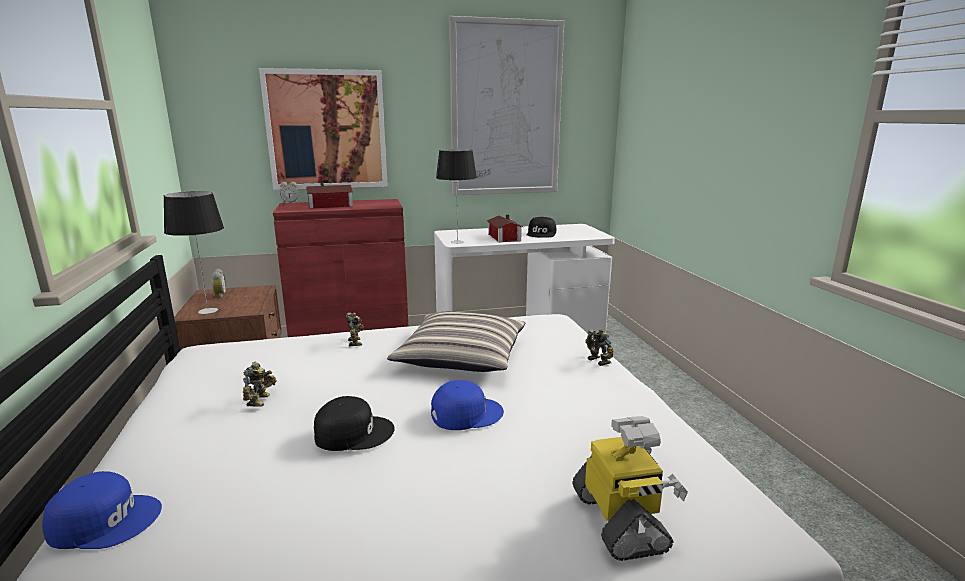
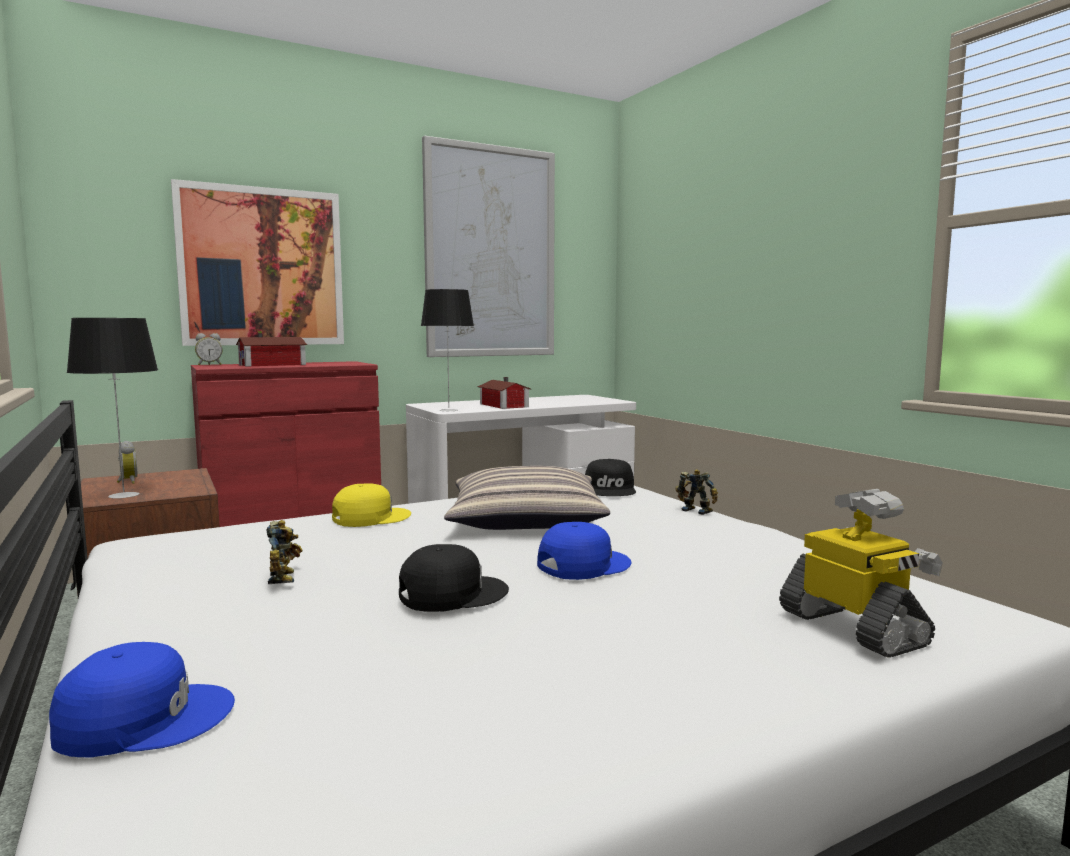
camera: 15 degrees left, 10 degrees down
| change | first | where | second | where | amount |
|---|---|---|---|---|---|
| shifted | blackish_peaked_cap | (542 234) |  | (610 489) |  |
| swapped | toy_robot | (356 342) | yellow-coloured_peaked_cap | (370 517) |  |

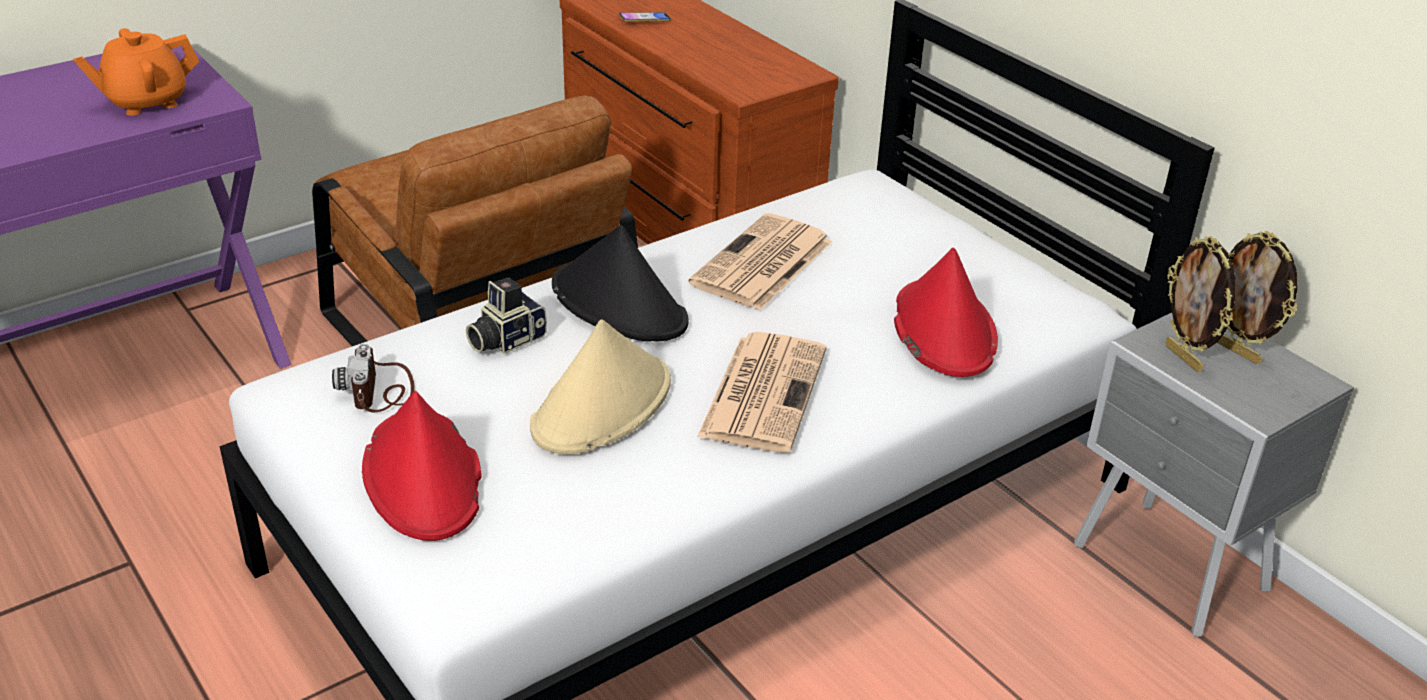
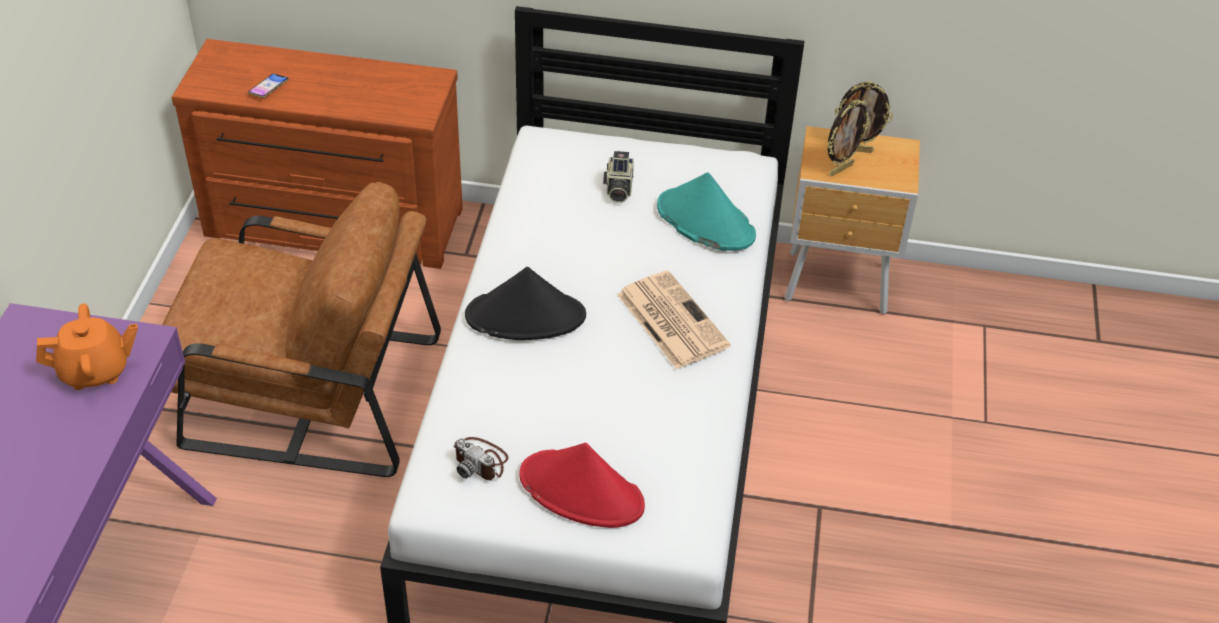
camera: 45 degrees left, 10 degrees up
| change | first | where | second | where | amount |
|---|---|---|---|---|---|
| rotated | orange-coloured_tea_pot | (146 101) |  | (95 371) | 120 degrees counterclockwise |
| gone | newspaper | (762 264) |  |  |  |
| rotated | standing_frame | (1184 358) |  | (840 169) | 60 degrees counterclockwise |
| repainted | reddish_clothing_hat | (943 329) | turquoise-coloured_clothing_hat | (705 221) |  |
| shifted | still_camera | (505 339) |  | (618 189) |  |
| repainted | grey_bedside_table | (1171 572) | brown_bedside_table | (839 285) |  |
| gone | beige-coloured_clothing_hat | (602 405) |  |  |  |

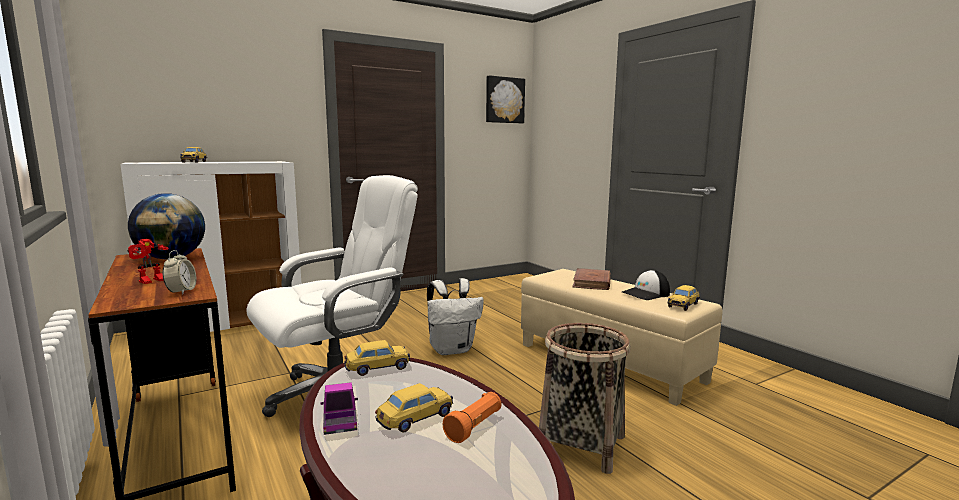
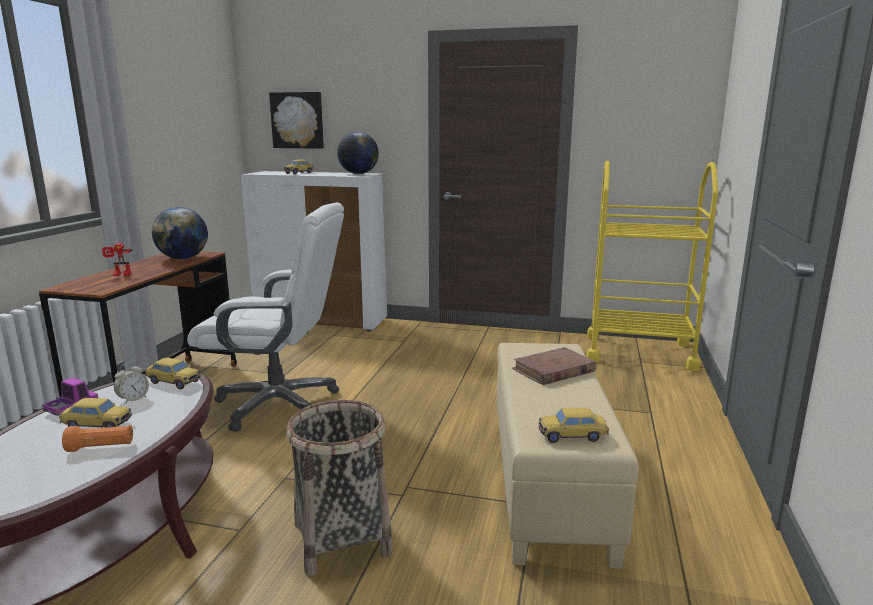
camera: 45 degrees right, 5 degrees up
| change | first | where | second | where | amount |
|---|---|---|---|---|---|
| shifted | picture | (504 100) |  | (298 120) |  |
| shifted | table_clock | (181 291) |  | (133 399) |  |
| gone | peaked_cap | (646 294) |  |  |  |
| gone | white-coloured_knapsack | (452 349) |  |  |  |
| new |  |  | world_globe | (358 174) |  |
| new |  |  | yellow-coloured_wheeled_cart | (639 352) |  |

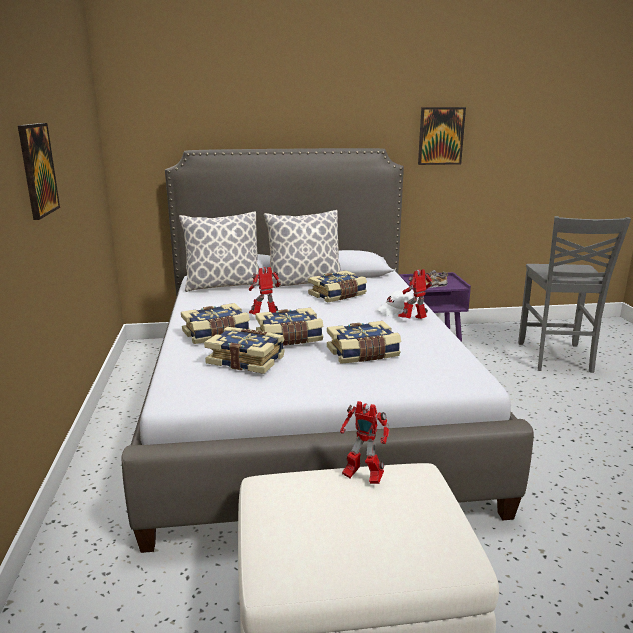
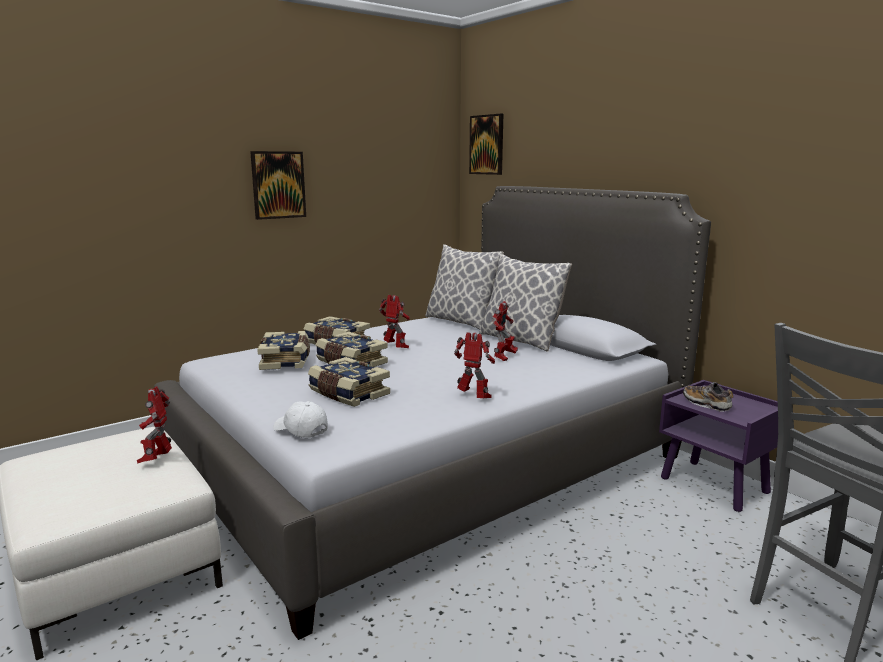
camera: 60 degrees right, 5 degrees down
| change | first | where | second | where | amount |
|---|---|---|---|---|---|
| shifted | picture | (441 136) |  | (487 145) |  |
| swapped | bound_book | (338 295) | toy_robot | (504 357) |  |
| shifted | white-coloured_peaked_cap | (396 311) |  | (300 430) |  |

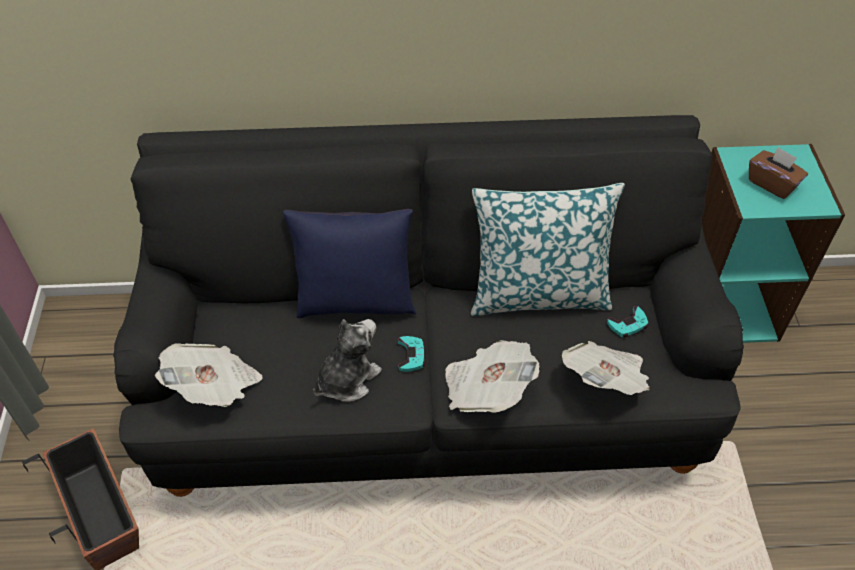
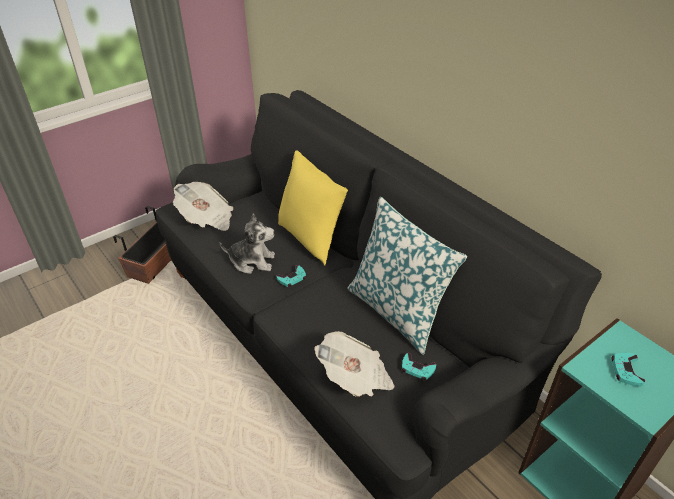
camera: 55 degrees right, 10 degrees down
| change | first | where | second | where | amount |
|---|---|---|---|---|---|
| swapped | brown_box_of_tissues | (772 183) | turquoise-coloured_game_controller | (626 371) |  |
| repainted | bluish_throw_pillow | (355 301) | yellow-coloured_throw_pillow | (311 238) |  |
| gone | newspaper | (486 389) |  |  |  |

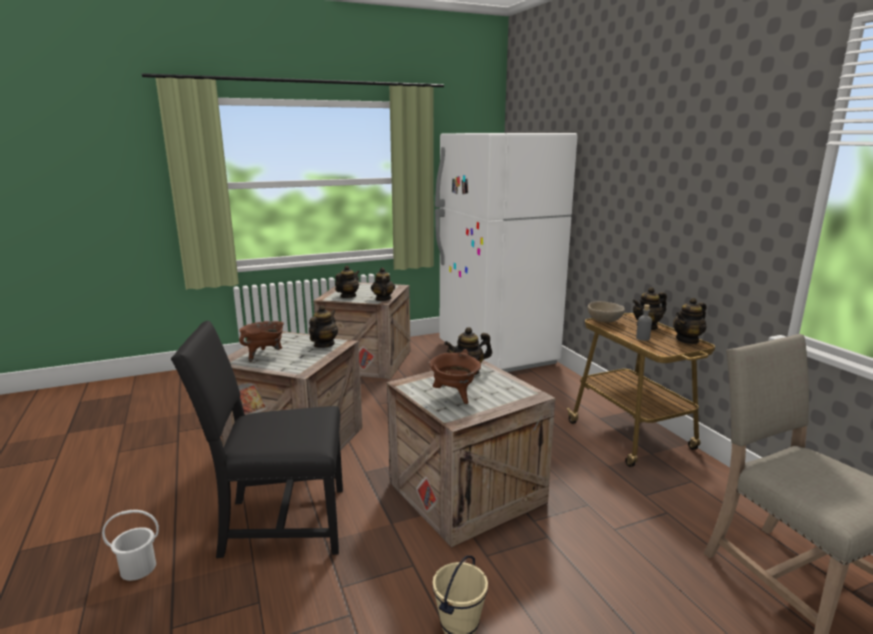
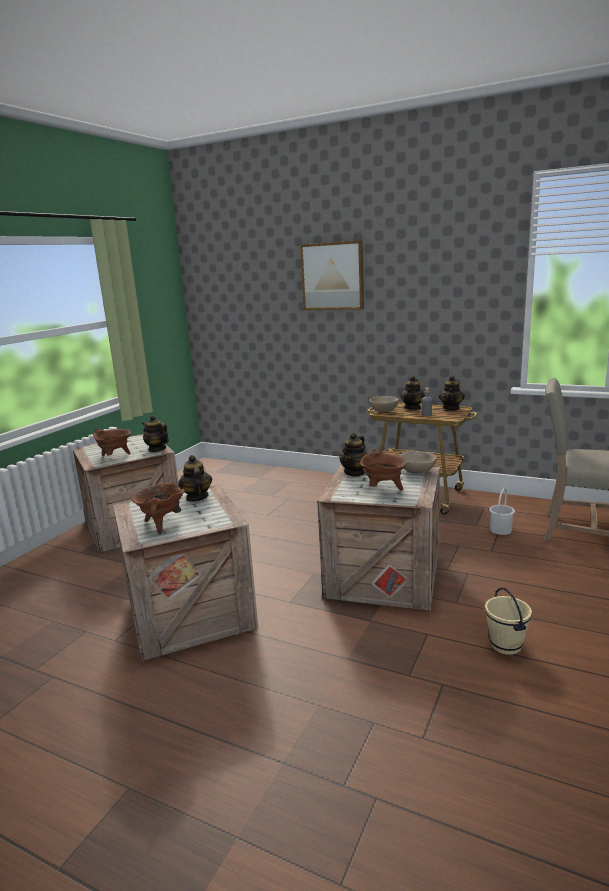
camera: 40 degrees left, 0 degrees up
| change | first | where | second | where | amount |
|---|---|---|---|---|---|
| gone | white-coloured_fridge | (497 353) |  |  |  |
| swapped | tea_pot | (348 296) | brown_saucepot | (115 457) |  |
| gone | blackish_upright_chair | (279 523) |  |  |  |
| shifted | white-coloured_bucket | (138 568) |  | (501 530) |  |
| new |  |  | picture | (332 276) |  |
| new |  |  | beige-coloured_serving_bowl | (417 472) |  |

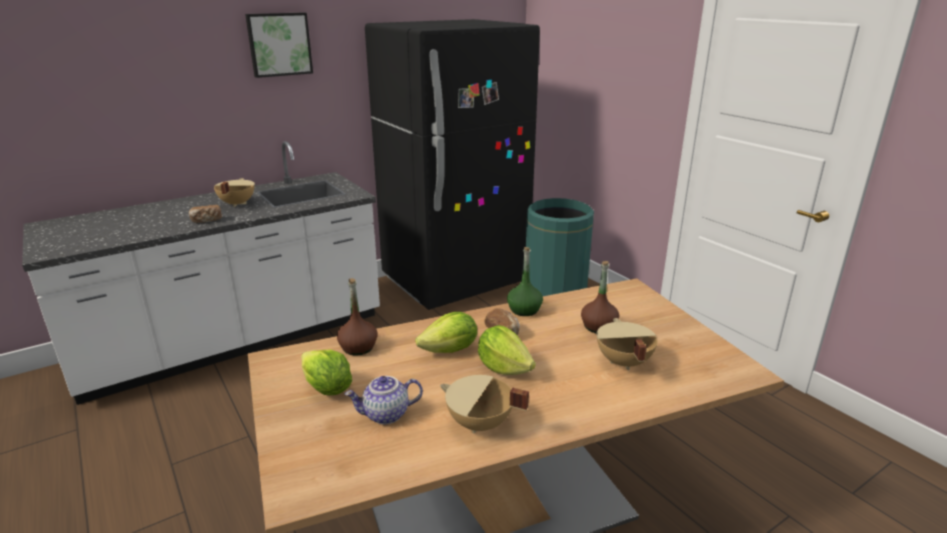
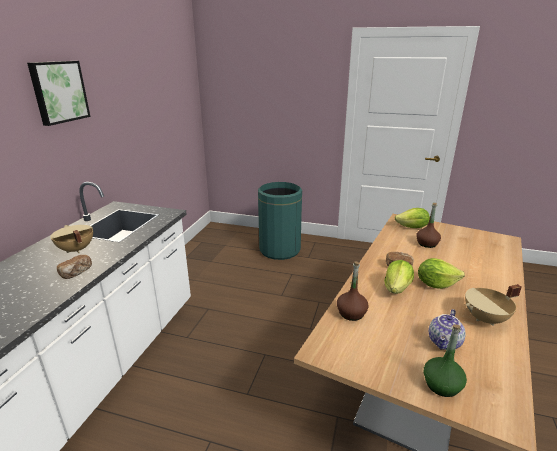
camera: 40 degrees left, 0 degrees up
| change | first | where | second | where | amount |
|---|---|---|---|---|---|
| gone | blackish_fridge | (455 281) |  |  |  |
| shifted | green_drink_bottle | (524 310) |  | (441 385) |  |
| gone | beige-coloured_saucepot | (622 362) |  |  |  |
| shifted | head_of_lettuce | (327 389) |  | (412 227) |  |

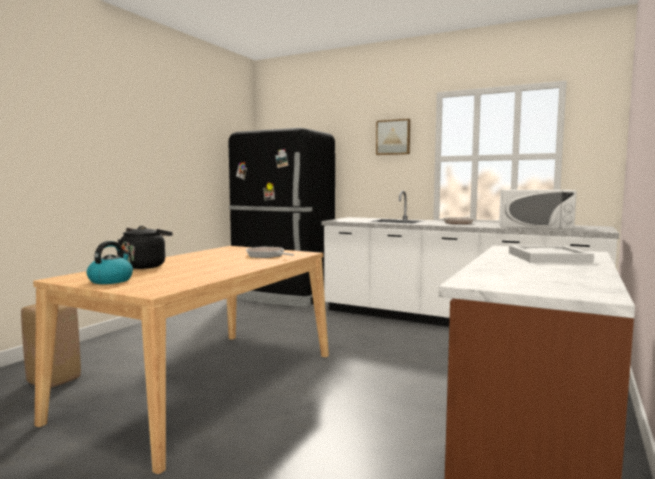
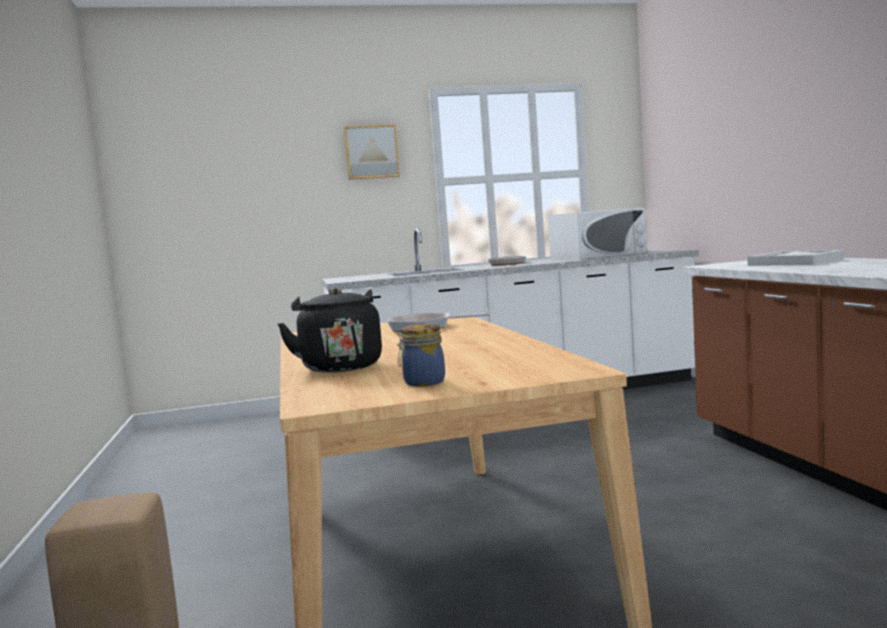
camera: 40 degrees left, 0 degrees up
| change | first | where | second | where | amount |
|---|---|---|---|---|---|
| gone | blackish_fridge | (282 296) |  |  |  |
| swapped | kettle | (111 280) | preserve_jar | (422 383) |  |

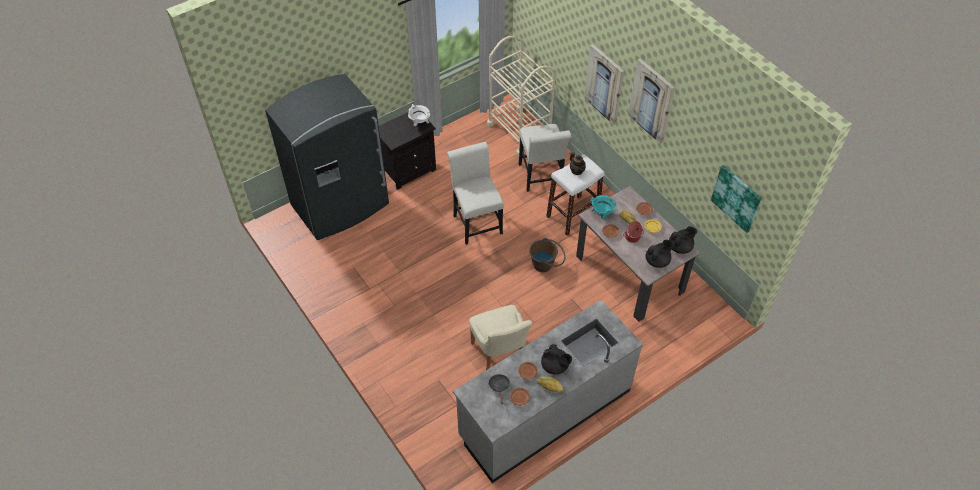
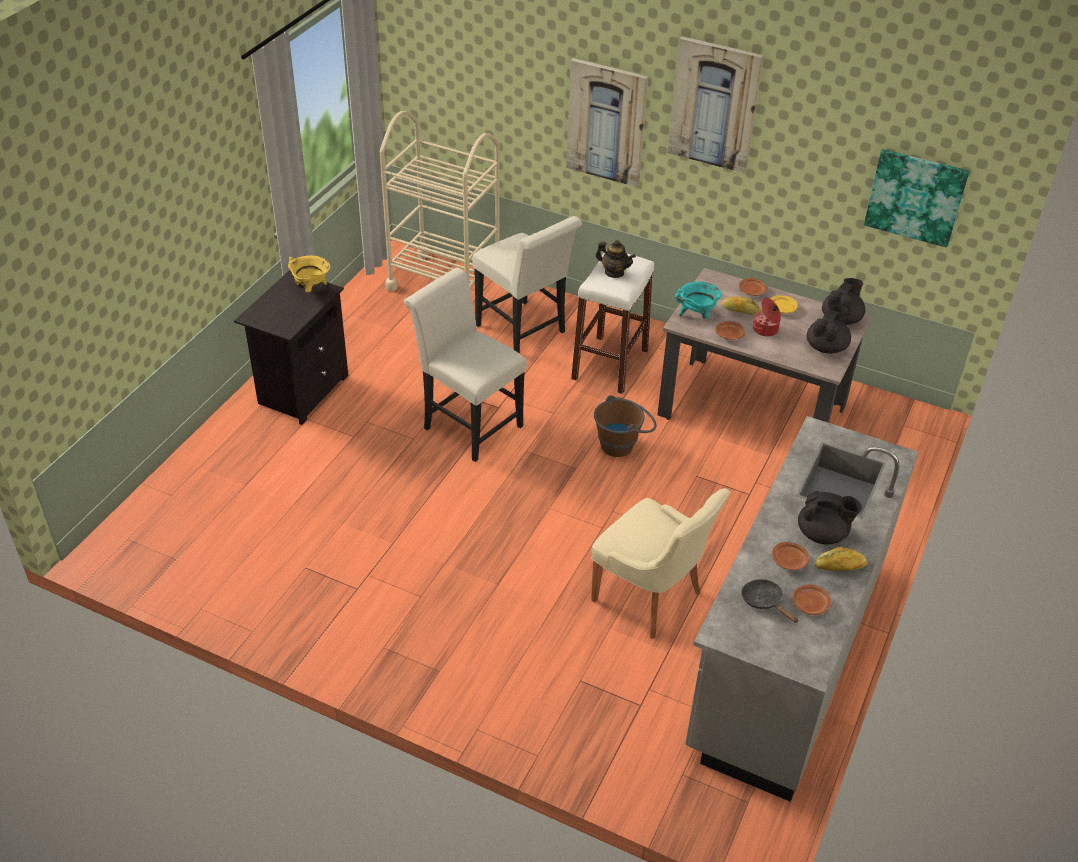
camera: 30 degrees left, 10 degrees down
| change | first | where | second | where | amount |
|---|---|---|---|---|---|
| gone | grey_fridge | (341 206) |  |  |  |
| repainted | white-coloured_saucepot | (419 123) | yellow-coloured_saucepot | (311 288) |  |

